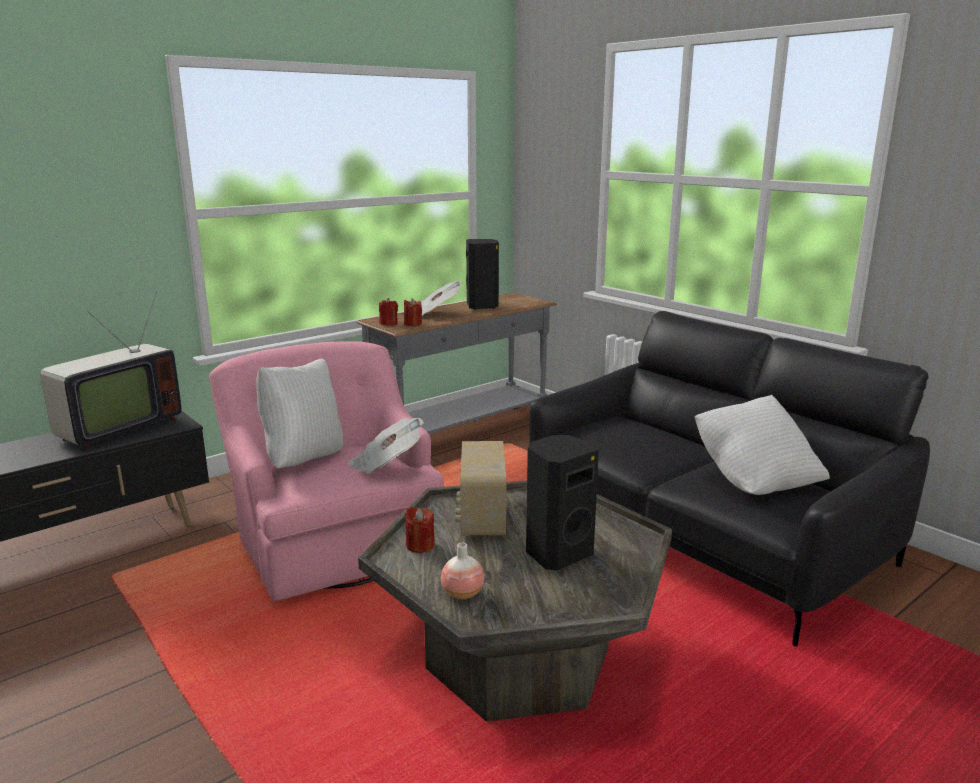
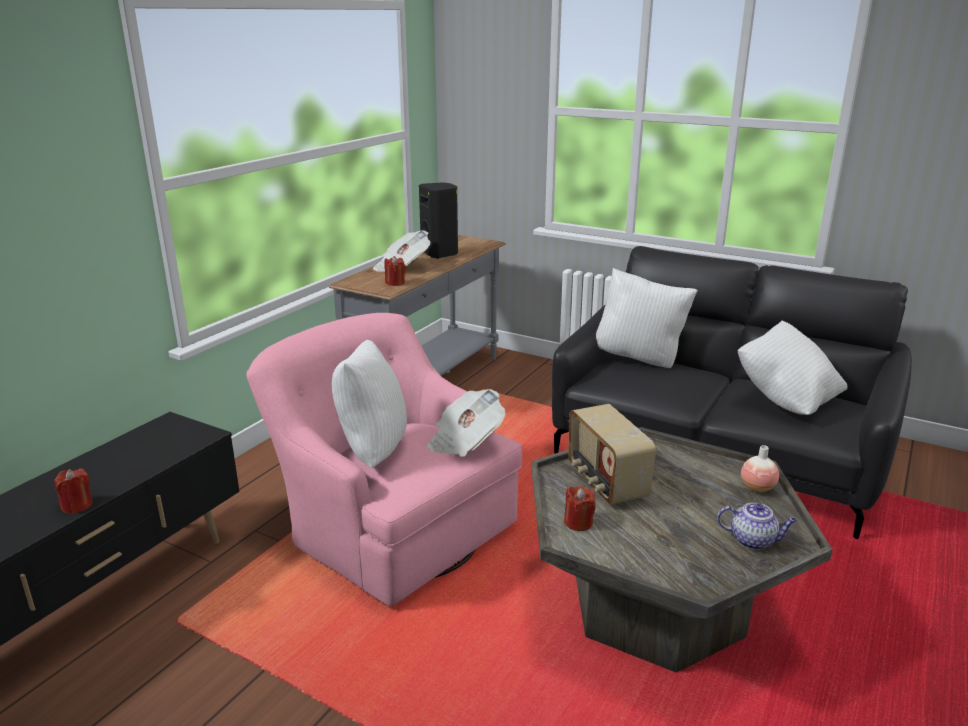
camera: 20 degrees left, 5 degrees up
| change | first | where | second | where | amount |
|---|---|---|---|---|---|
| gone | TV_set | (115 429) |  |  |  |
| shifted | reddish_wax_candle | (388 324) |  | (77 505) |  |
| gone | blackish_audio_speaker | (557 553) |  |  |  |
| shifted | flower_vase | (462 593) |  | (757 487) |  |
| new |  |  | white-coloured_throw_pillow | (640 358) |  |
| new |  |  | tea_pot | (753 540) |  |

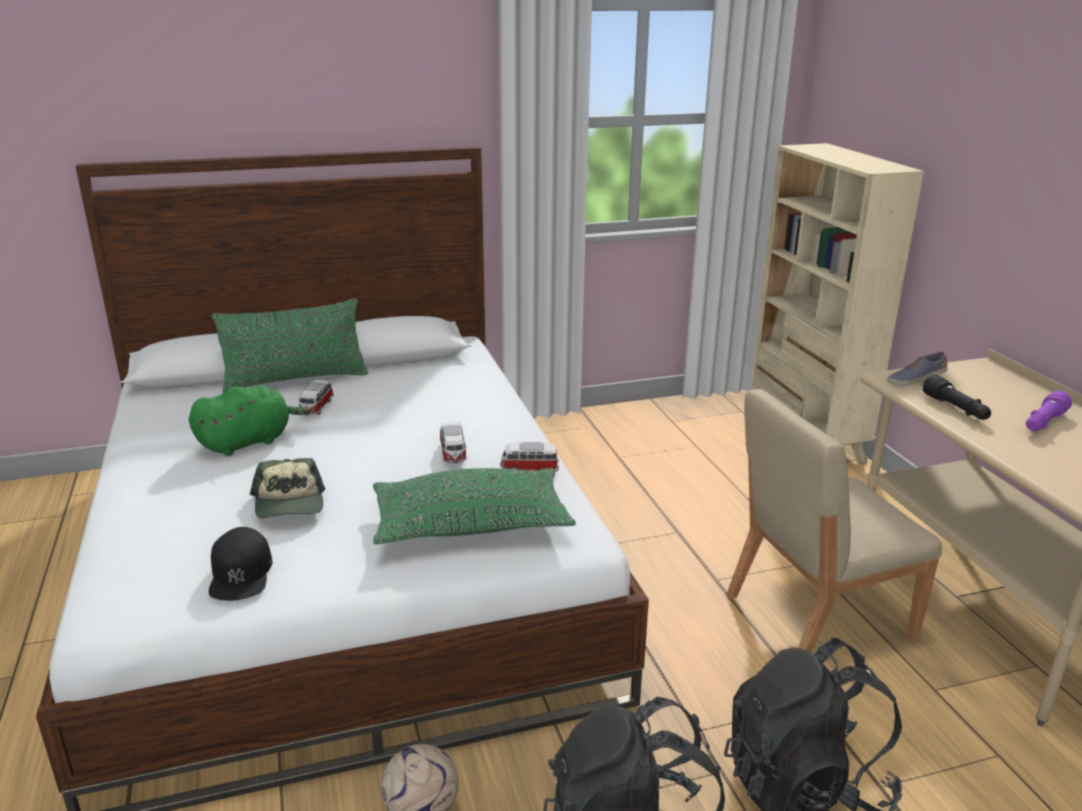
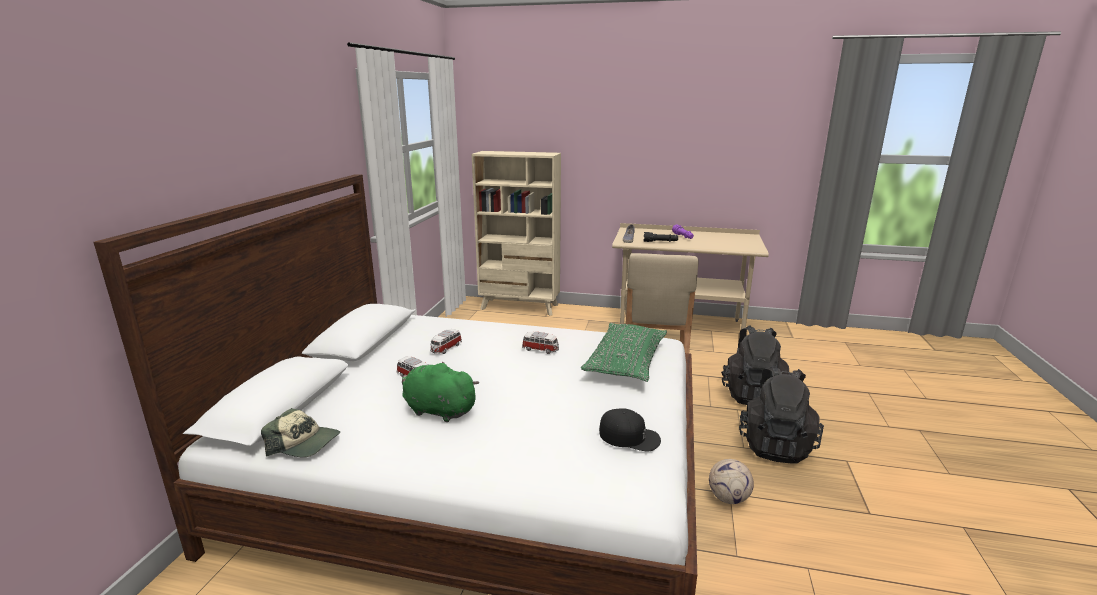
camera: 60 degrees left, 5 degrees down
| change | first | where | second | where | amount |
|---|---|---|---|---|---|
| gone | green_throw_pillow | (296 380) |  |  |  |
| rotated | green_cuddly_toy | (248 442) |  | (437 410) | 60 degrees counterclockwise |
| shifted | toy_car | (529 469) |  | (446 348) |  |
| shifted | peaked_cap | (289 504) |  | (304 443) |  |

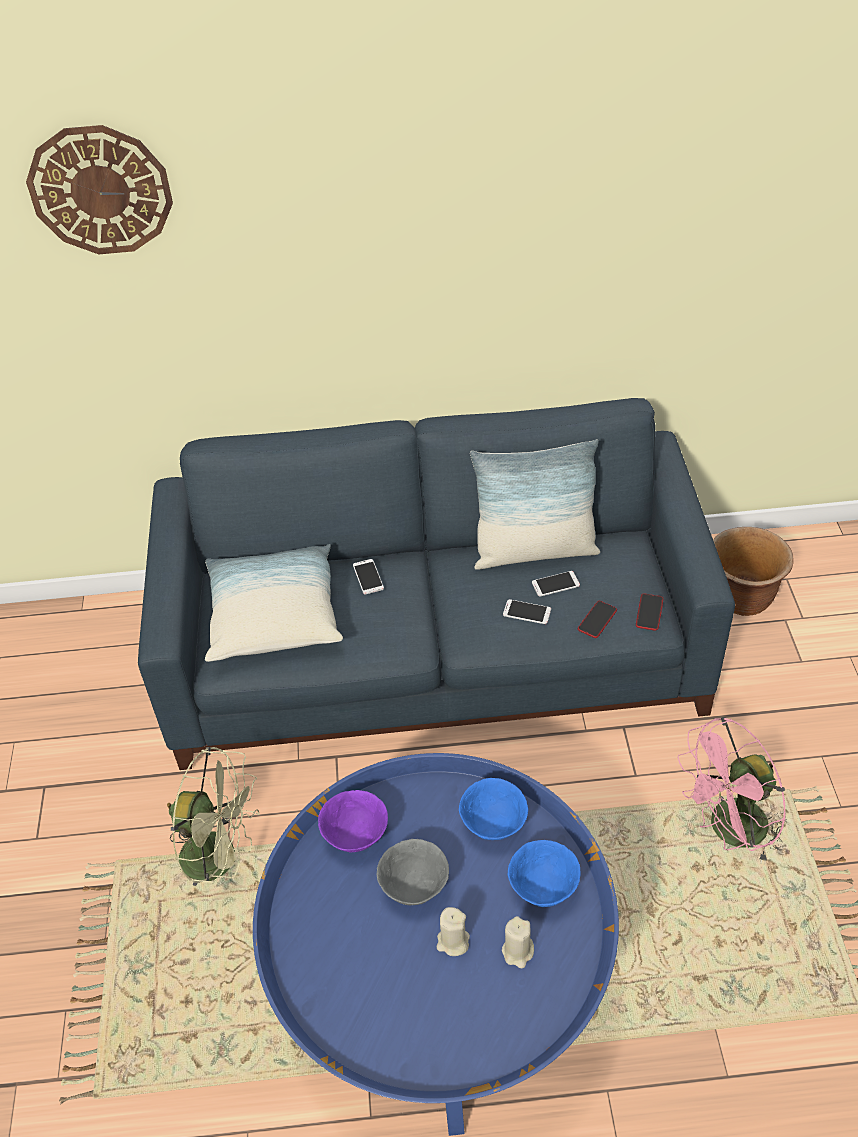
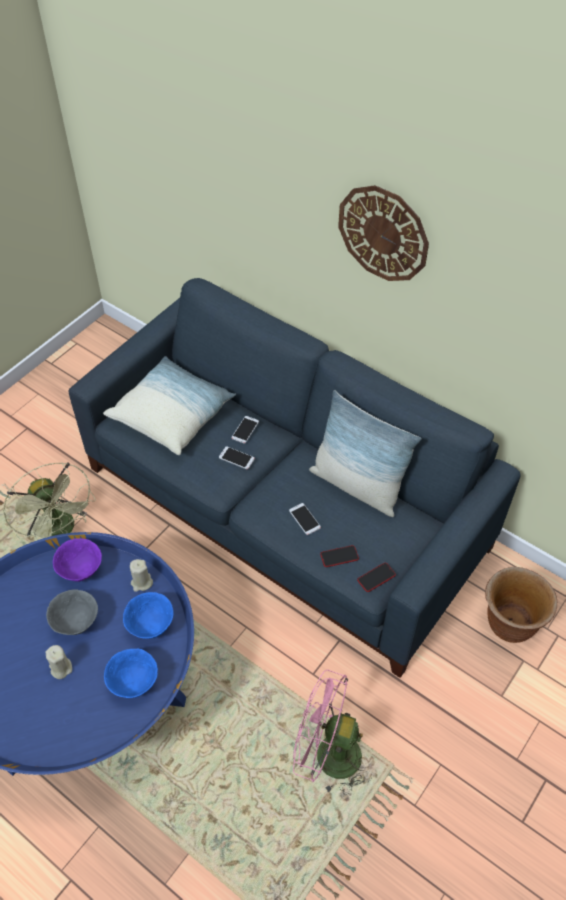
camera: 40 degrees right, 5 degrees up
| change | first | where | second | where | amount |
|---|---|---|---|---|---|
| shifted | wall_clock | (100 190) |  | (383 233) |  |
| shifted | phone | (555 584) |  | (236 458) |  |
| shifted | beige-coloured_wax_candle | (518 951) |  | (141 582) |  |

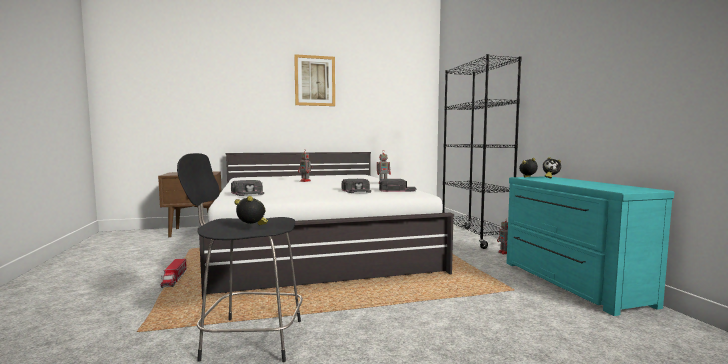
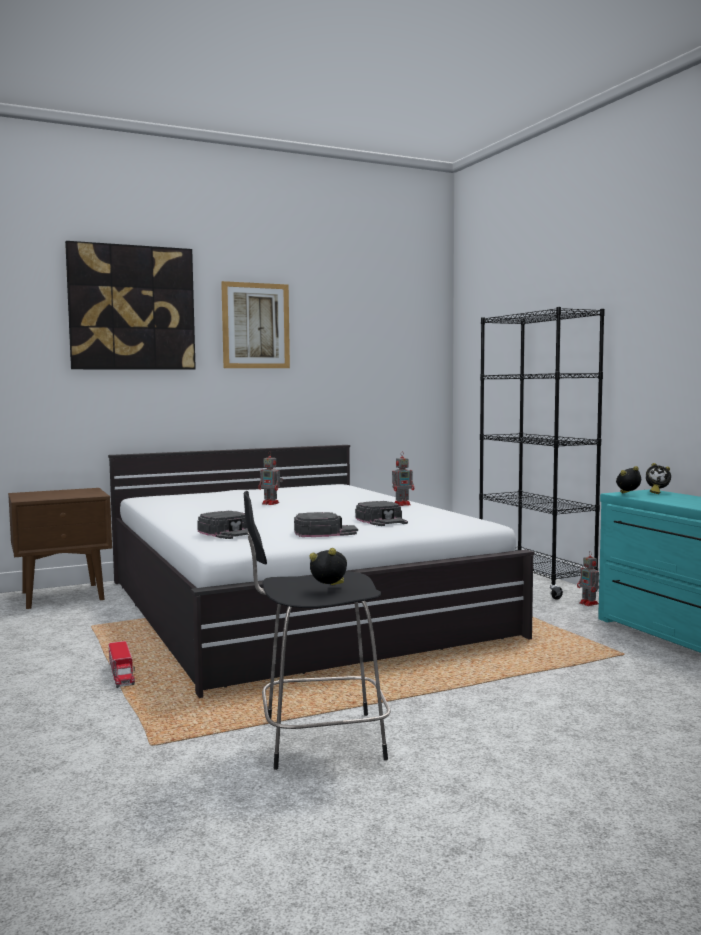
camera: 10 degrees left, 0 degrees up
| change | first | where | second | where | amount |
|---|---|---|---|---|---|
| shifted | blackish_peaked_cap | (397 190) |  | (325 532) |  |
| new |  |  | picture | (132 308) |  |

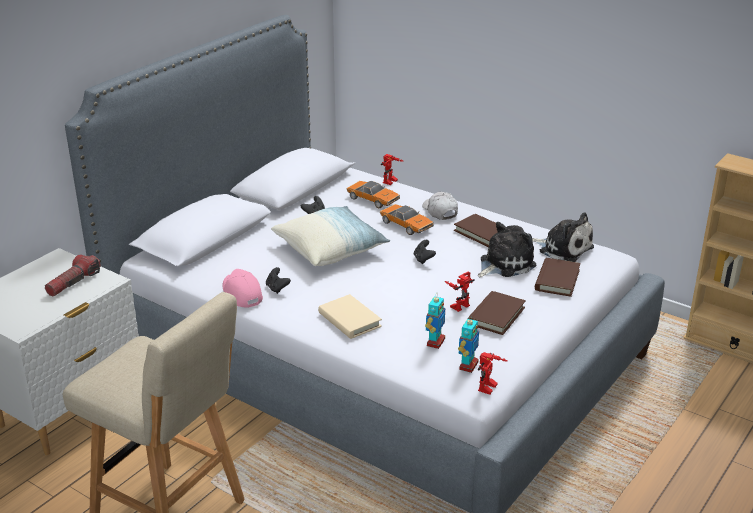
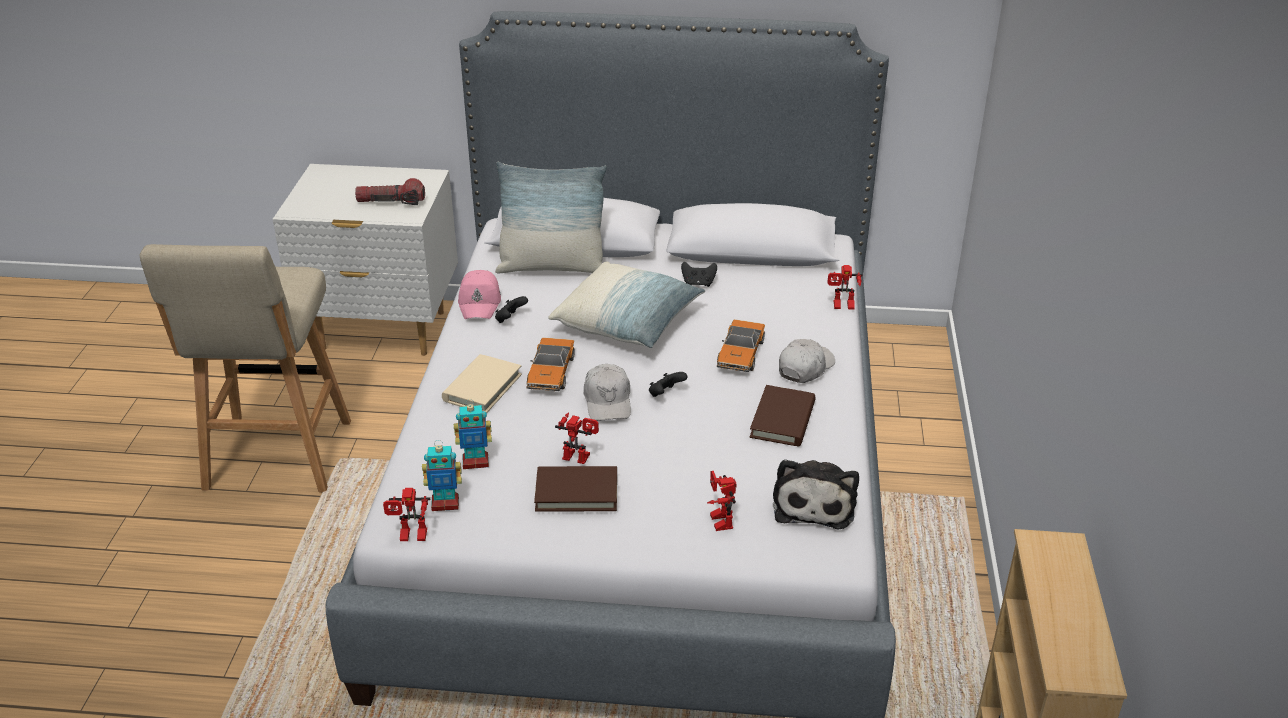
camera: 60 degrees right, 5 degrees up
| change | first | where | second | where | amount |
|---|---|---|---|---|---|
| shifted | toy_car | (373 199) |  | (551 373) |  |
| gone | cuddly_toy | (504 264) |  |  |  |
| swapped | brown_bound_book | (557 280) | toy_robot | (717 520) |  |
| rotated | pinkish_peaked_cap | (241 294) |  | (480 302) | 150 degrees clockwise |
| new |  |  | throw_pillow | (552 267) |  |
| new |  |  | white-coloured_peaked_cap | (608 401) |  |

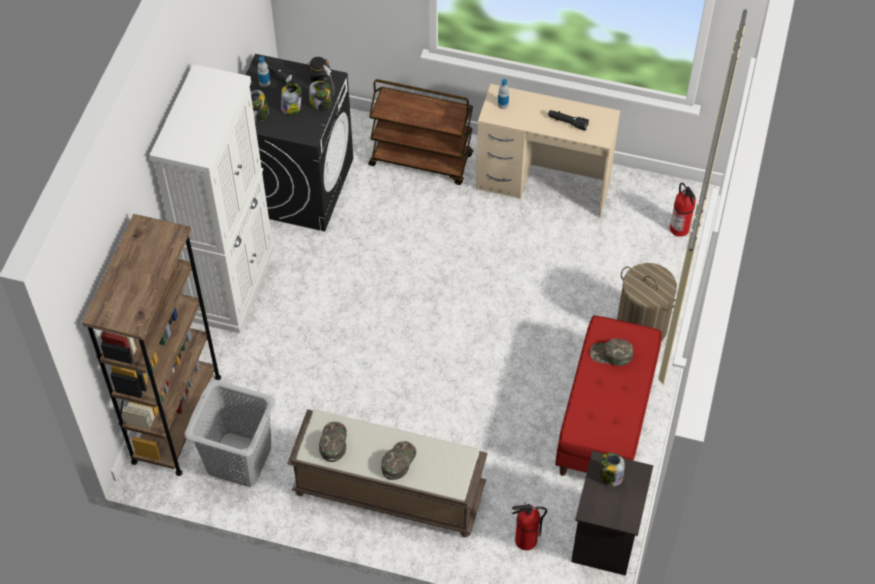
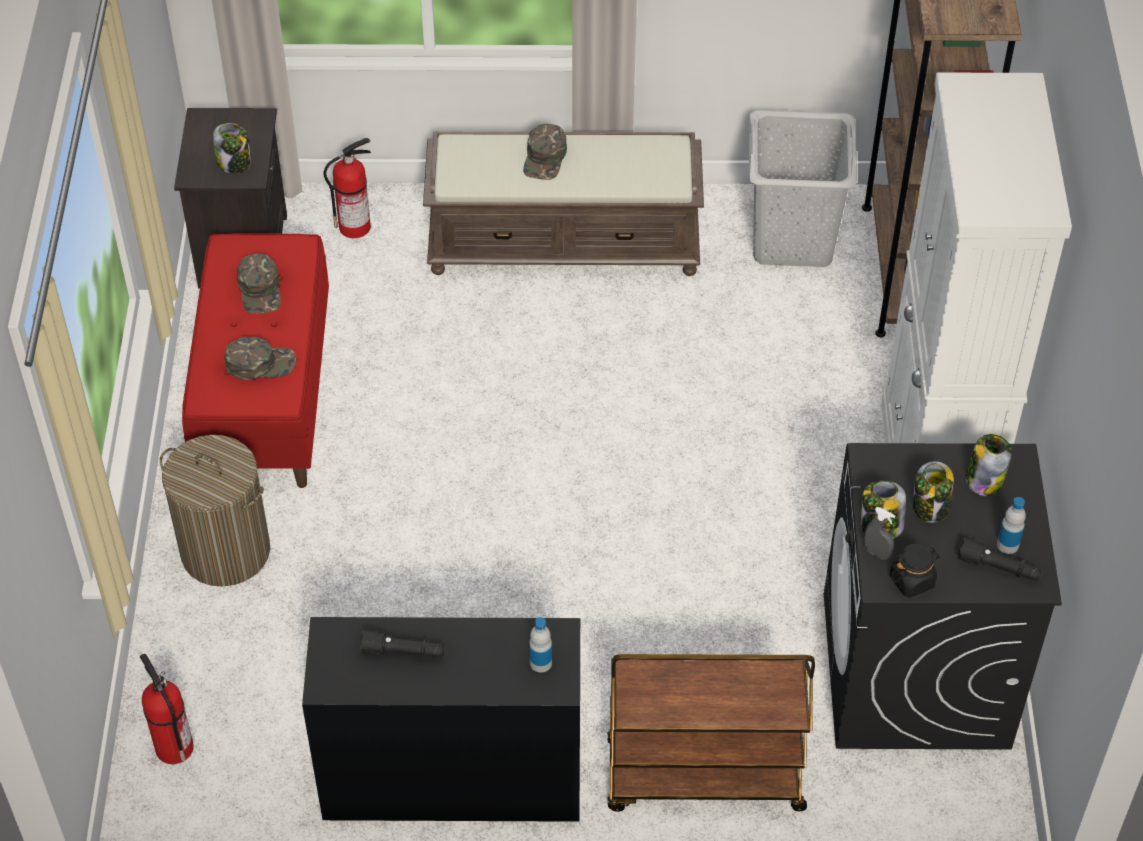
camera: 165 degrees right, 5 degrees down
| change | first | where | second | where | amount |
|---|---|---|---|---|---|
| repainted | beige-coloured_desk_unit | (543 185) | blackish_desk_unit | (452 779) |  |
| shifted | green_peaked_cap | (333 442) |  | (260 290) |  |

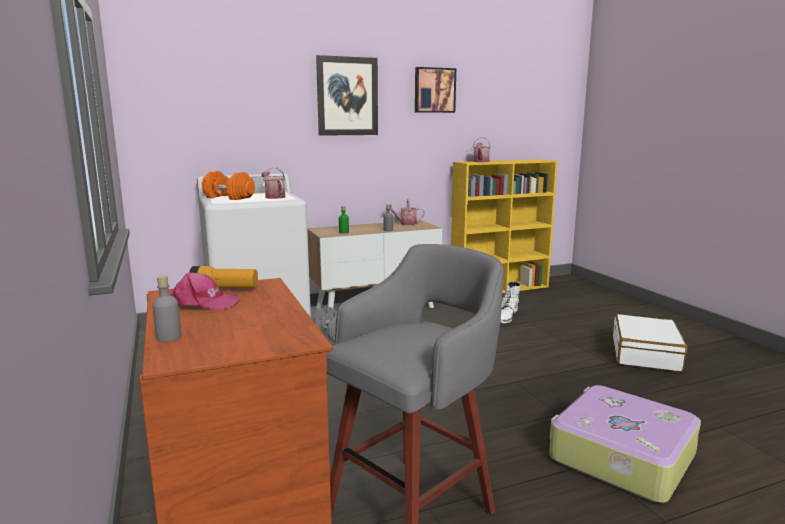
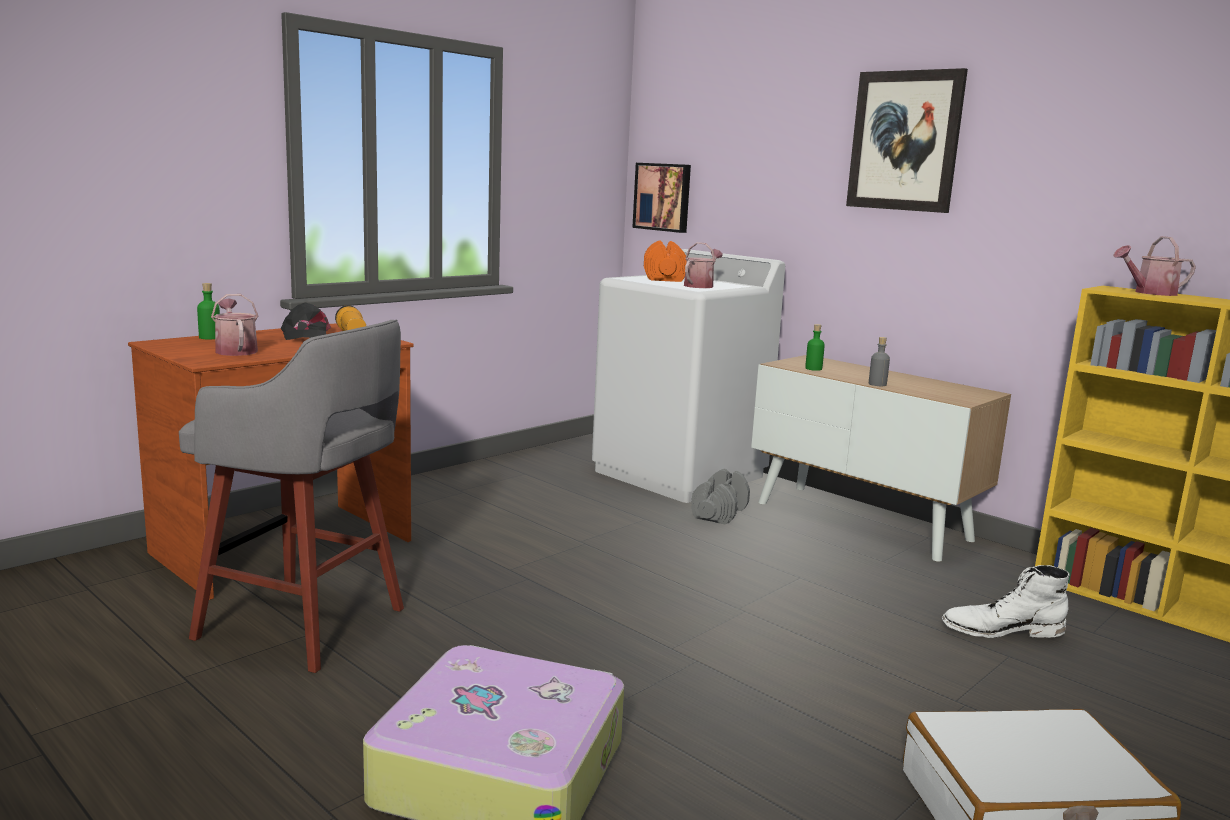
camera: 65 degrees right, 0 degrees up
| change | first | where | second | where | amount |
|---|---|---|---|---|---|
| shifted | picture | (434 90) |  | (663 197) |  |
| shifted | sprinkling_can | (405 223) |  | (235 350) |  |
| repainted | pinkish_peaked_cap | (203 303) | blackish_peaked_cap | (305 335) |  |
| repainted | grey_drink_bottle | (168 337) | green_drink_bottle | (210 337) |  |

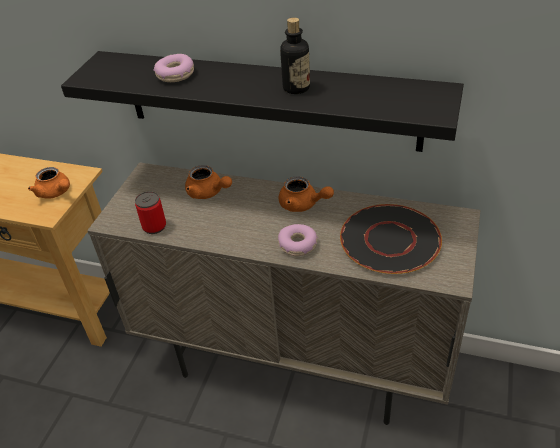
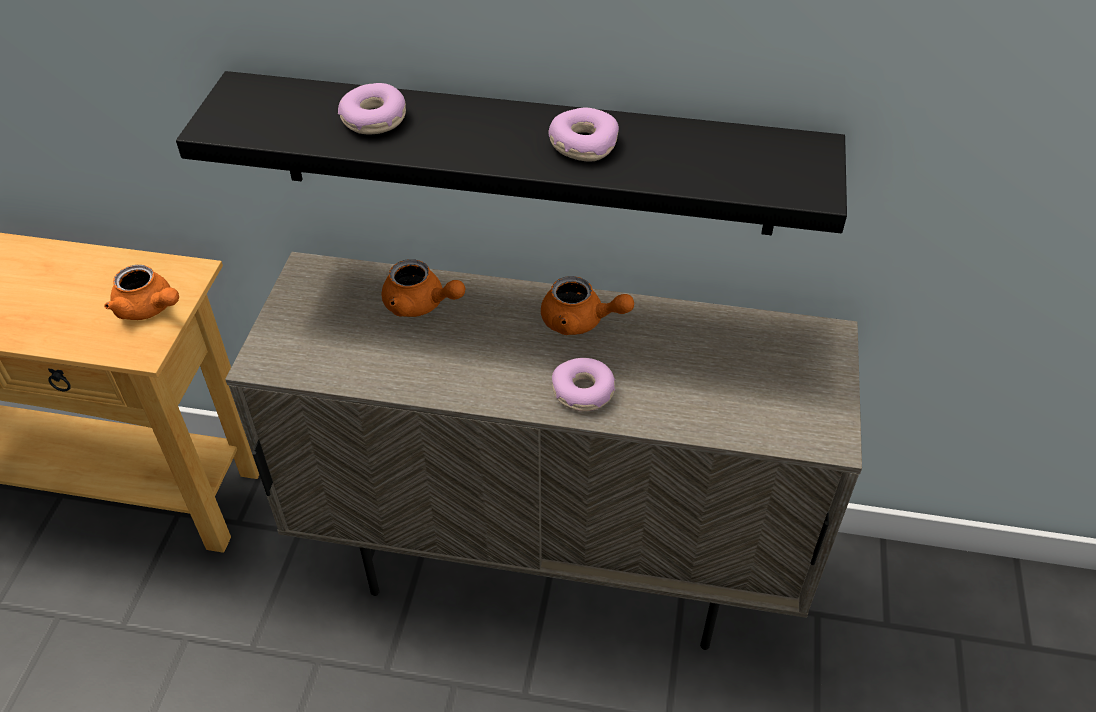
camera: 10 degrees left, 5 degrees up
| change | first | where | second | where | amount |
|---|---|---|---|---|---|
| swapped | drink_bottle | (296 88) | doughnut | (583 144) |  |
| gone | can | (154 226) |  |  |  |
| gone | blackish_flat_dish | (389 240) |  |  |  |

